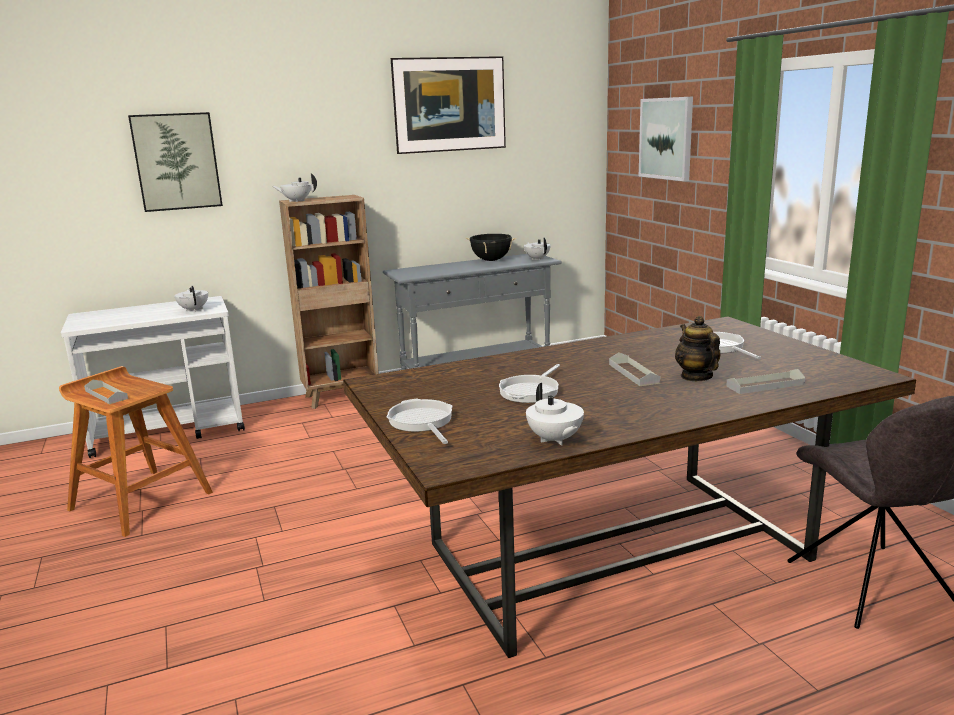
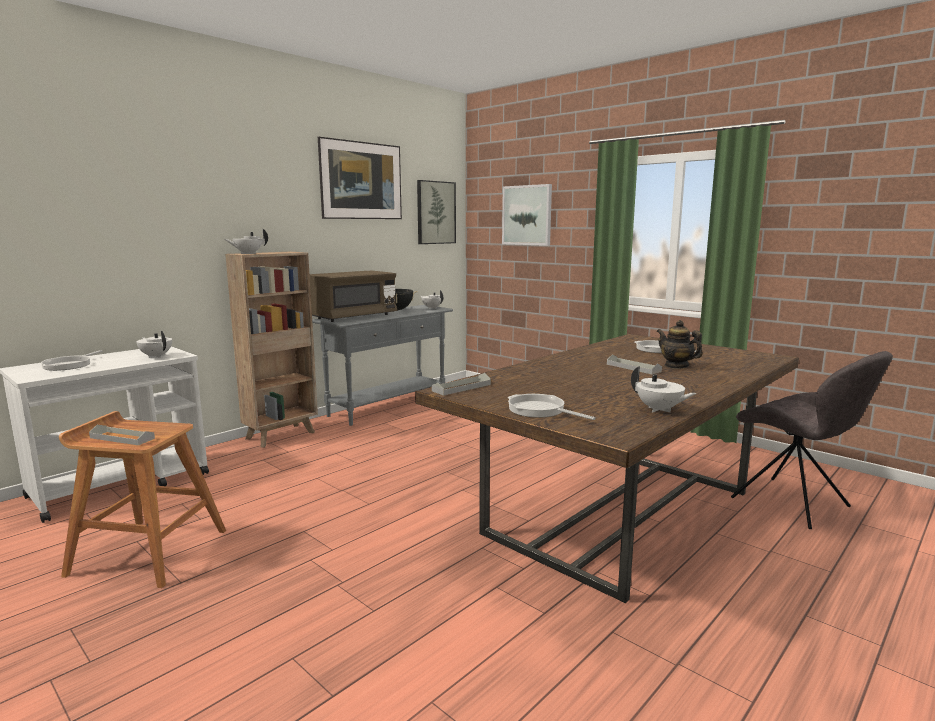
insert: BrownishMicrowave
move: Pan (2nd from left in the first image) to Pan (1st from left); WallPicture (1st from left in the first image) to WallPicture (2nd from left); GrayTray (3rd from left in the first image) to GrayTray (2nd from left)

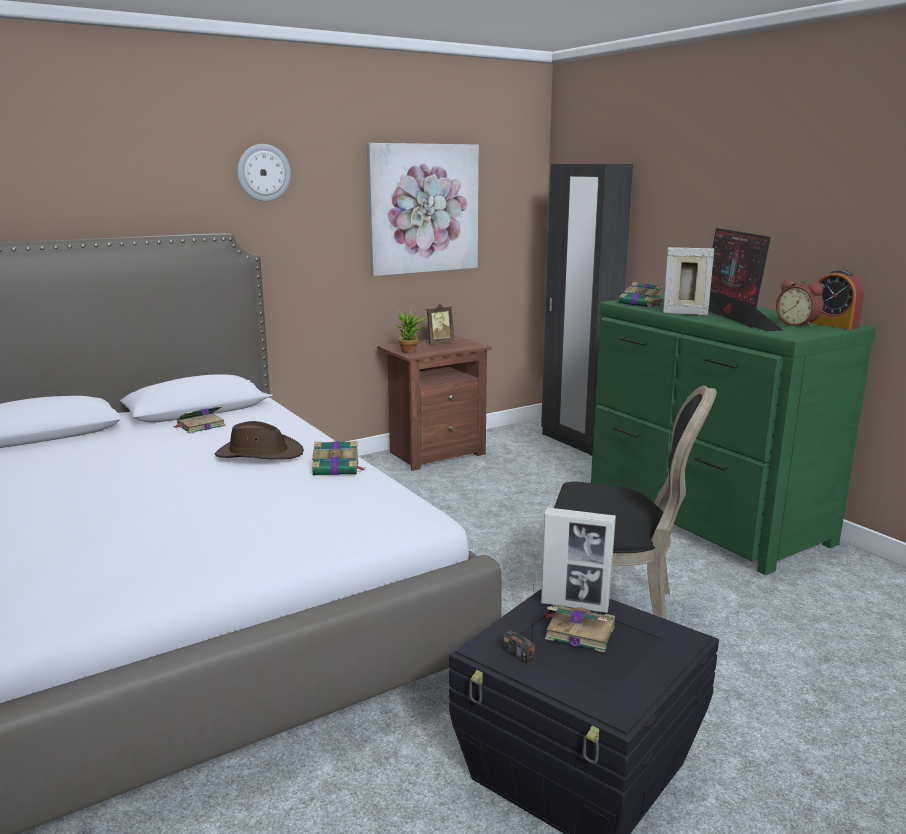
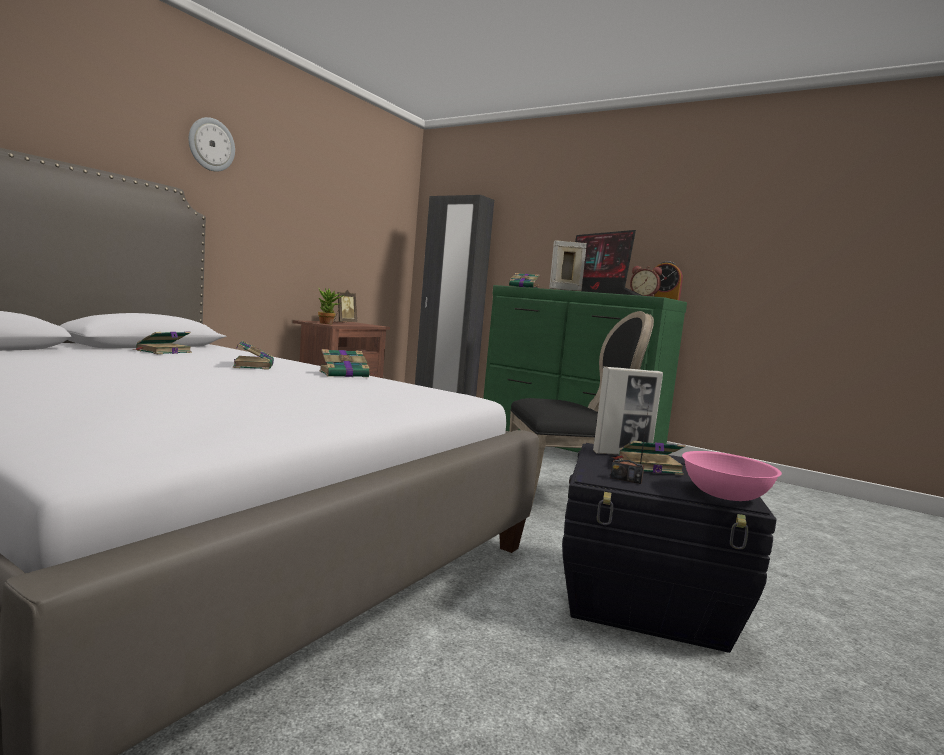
delete: WallPicture
insert: PinkServingBowl
replace: BrownishHat to BoundBook (2nd from left)

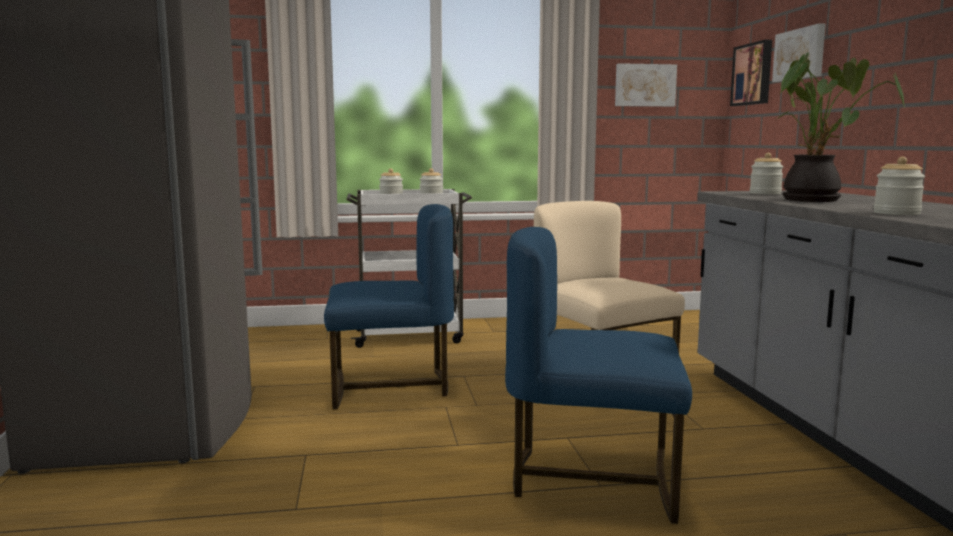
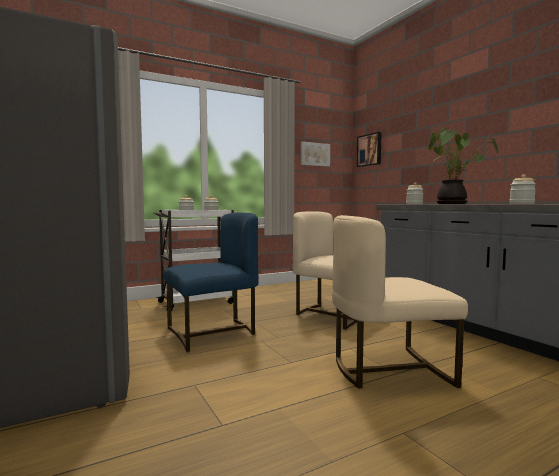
delete: WallPicture (3rd from left)
recolor: BlueUprightChair (2nd from left) to BeigeColouredUprightChair (2nd from left)

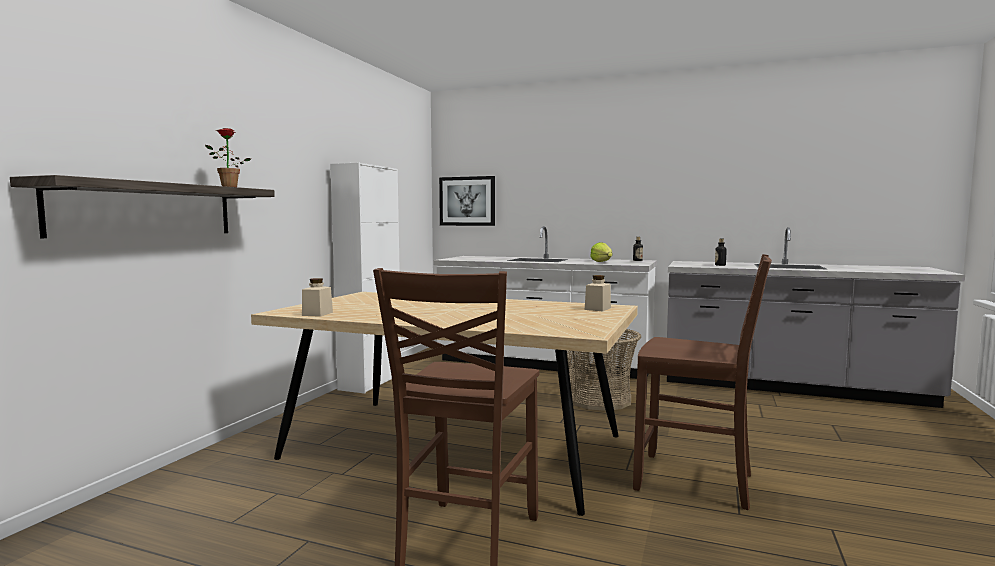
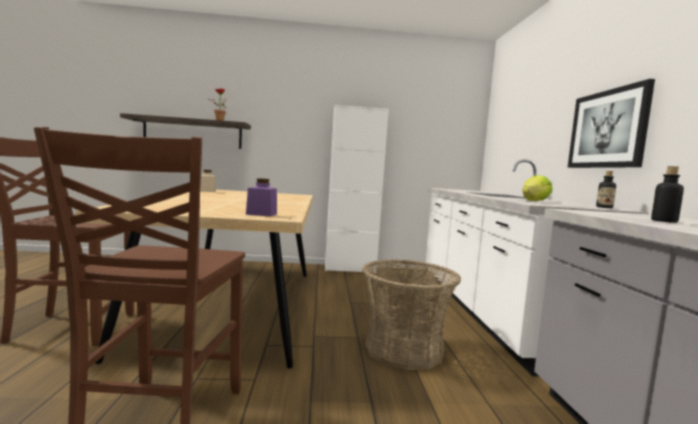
move: WallPicture
recolor: BeigeColouredPreserveJar (2nd from left) to PurpleColouredPreserveJar

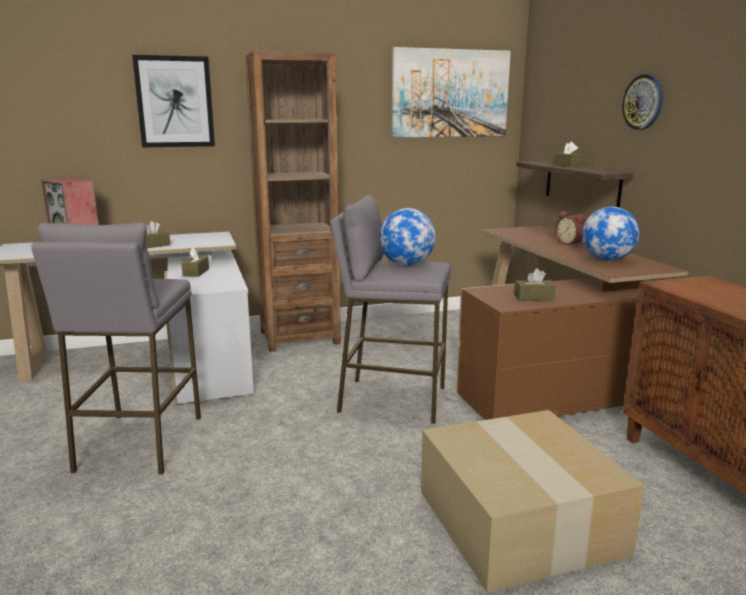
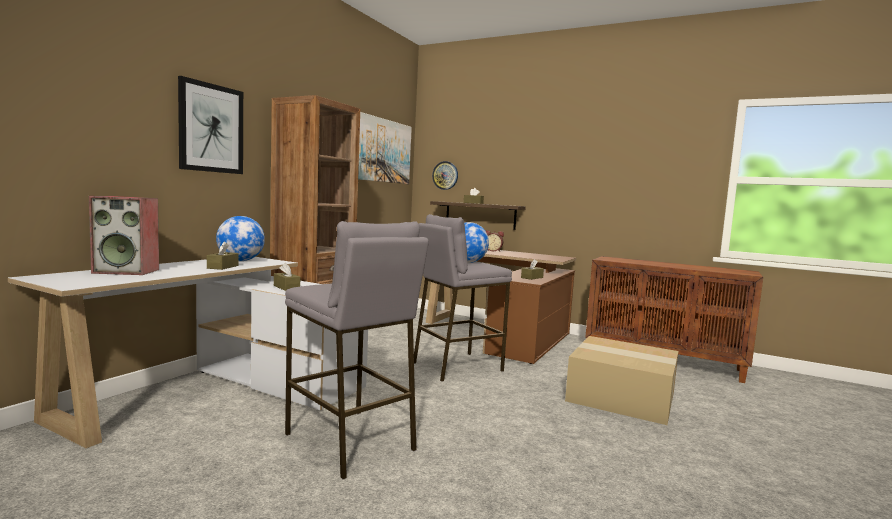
move: WorldGlobe (2nd from left in the first image) to WorldGlobe (1st from left); ClockOnTheWall

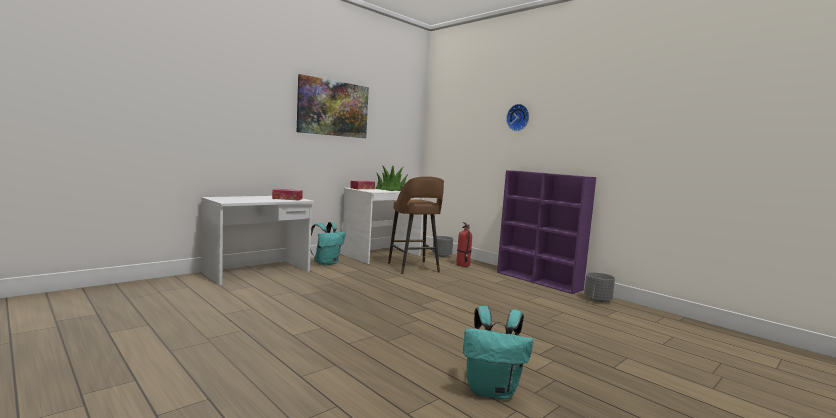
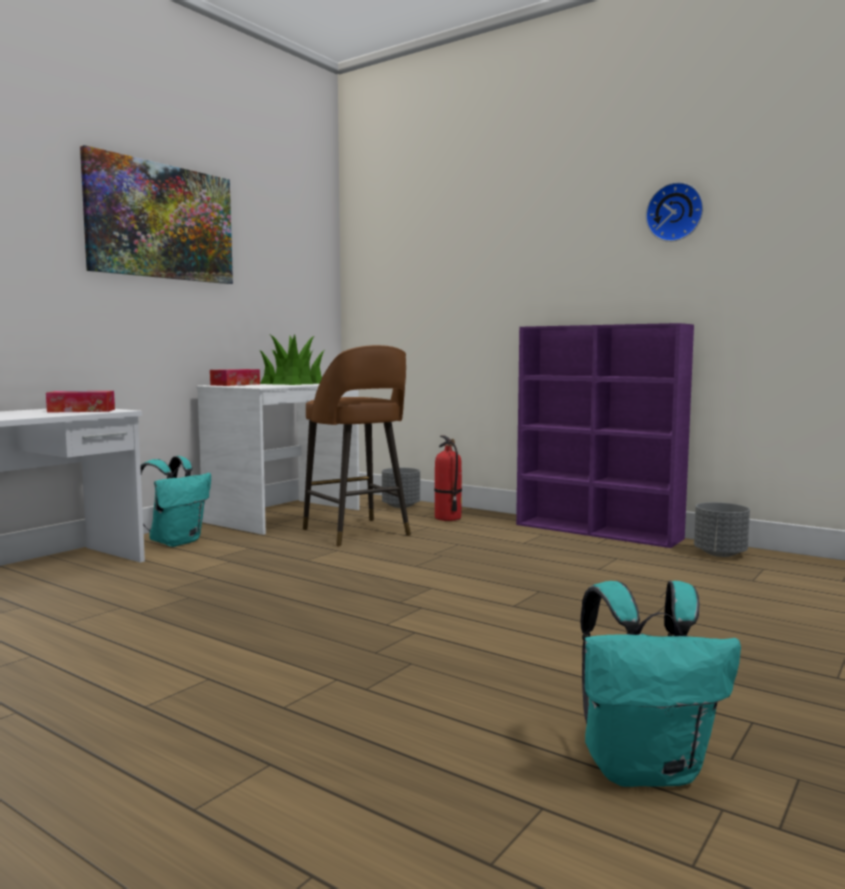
move: ClockOnTheWall

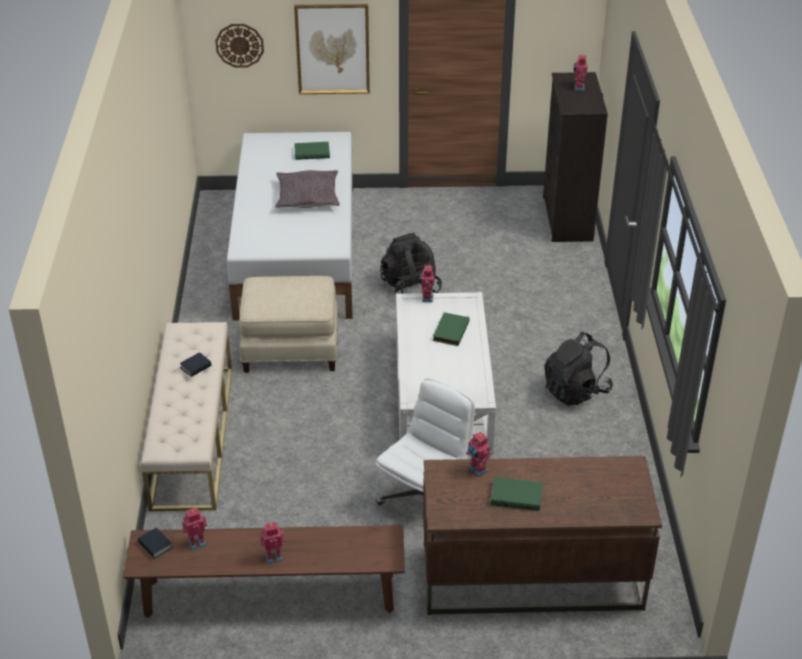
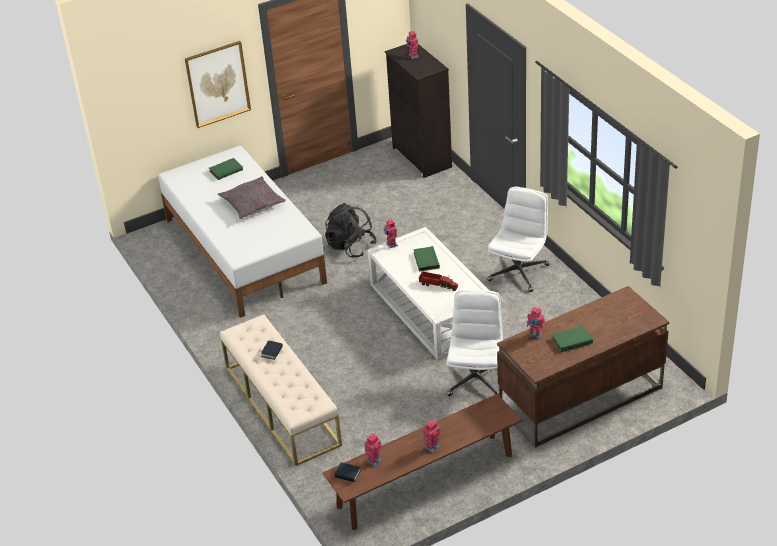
delete: ClockOnTheWall; BeigeColouredPouffe
insert: ModelTruck
replace: BlackishRucksack (2nd from left) to WhiteComputerChair (2nd from left)

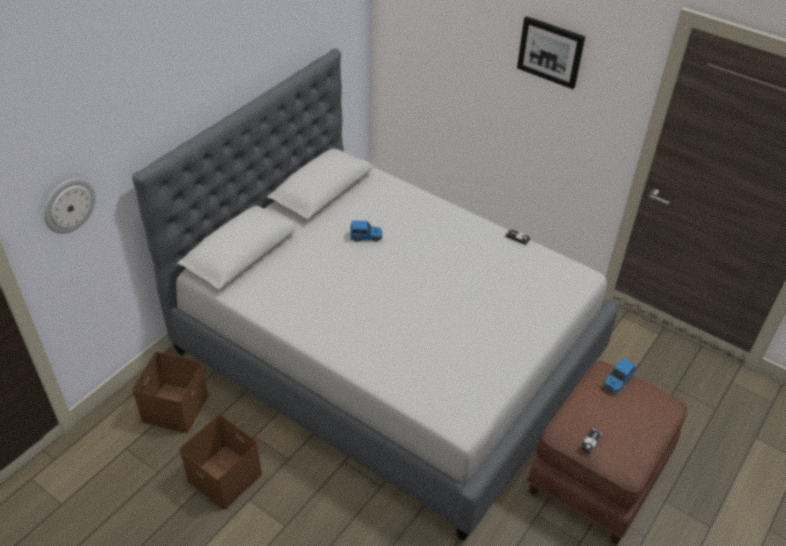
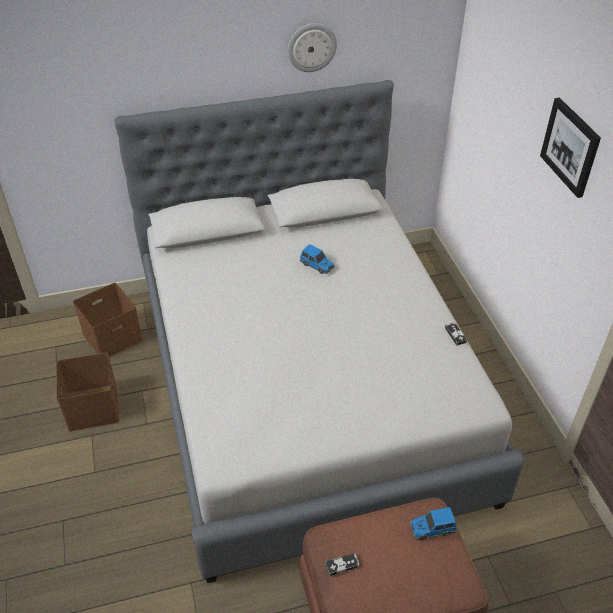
move: ClockOnTheWall

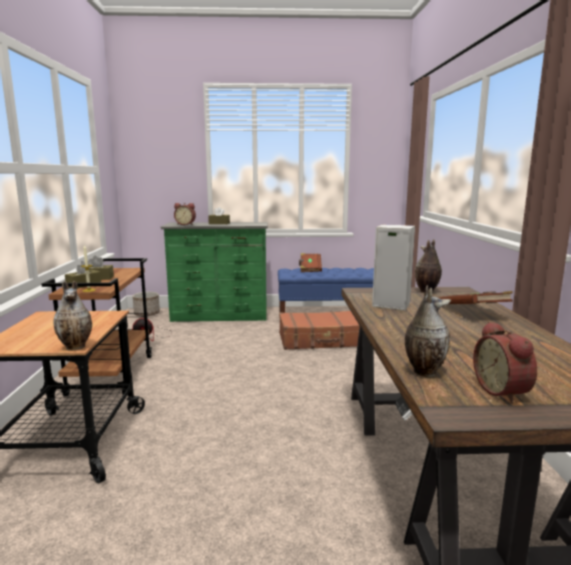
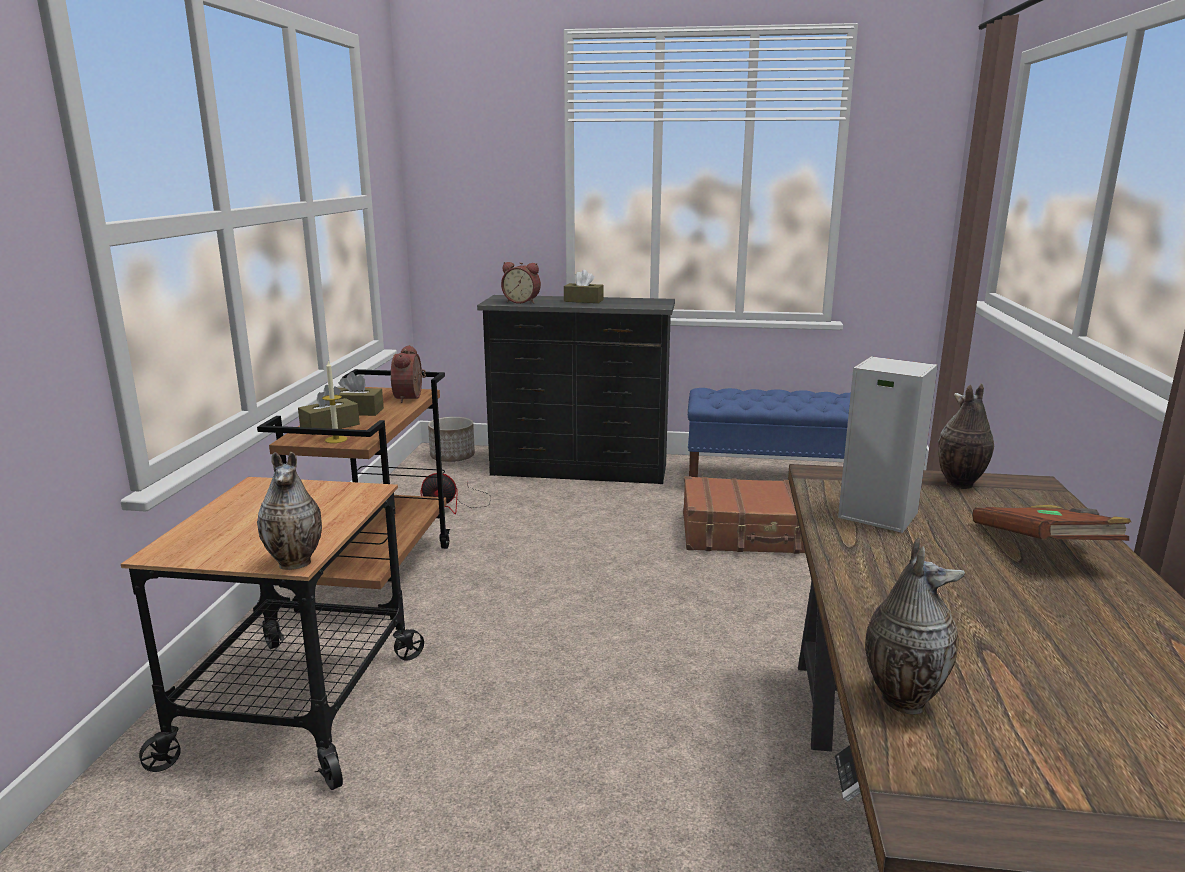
delete: BrownishBoundBook (1st from left)
move: TableClock (2nd from left in the first image) to TableClock (1st from left)
recolor: GreenColouredDrawerChest to BlackishDrawerChest

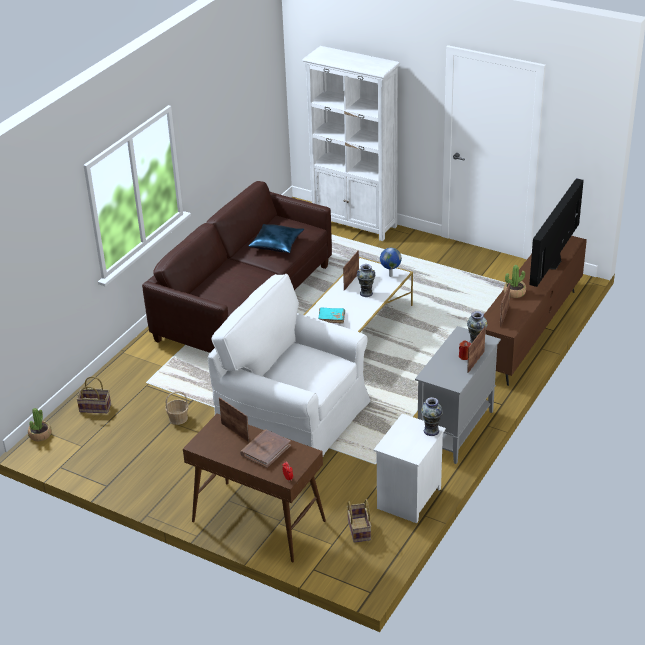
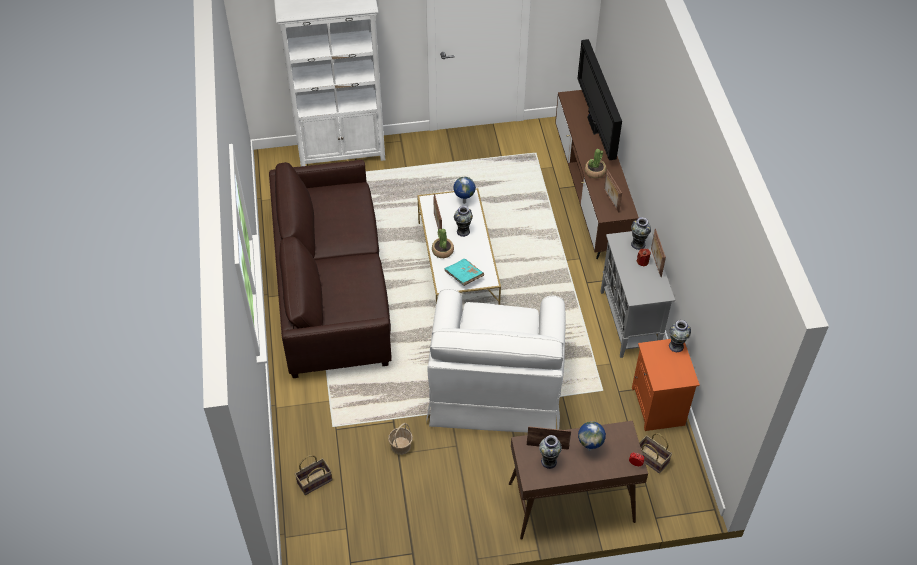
delete: BlueCushion
insert: Vase (2nd from left)
move: PottedPlant (1st from left)
replace: BrownishBoundBook to WorldGlobe (2nd from left)
recolor: WhiteBedsideTable to OrangeColouredBedsideTable
rotate: WhiteEasyChair 75 degrees counterclockwise

